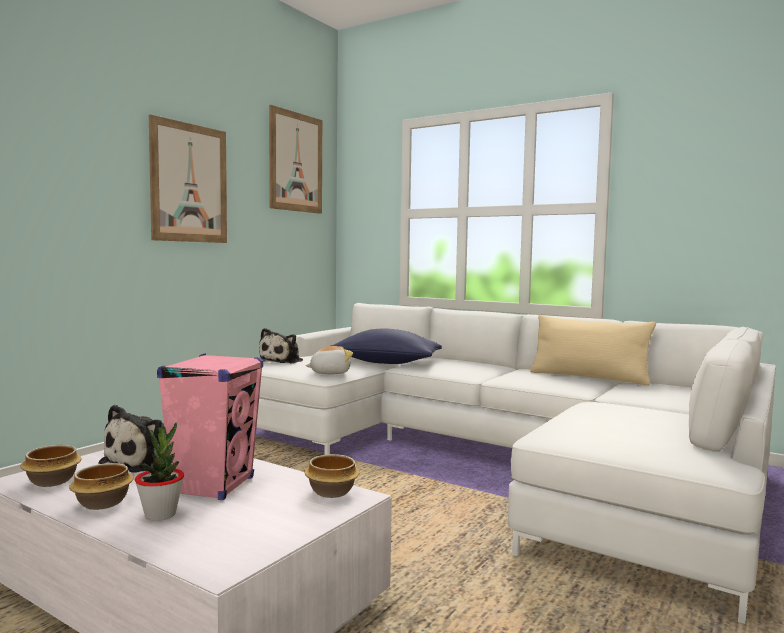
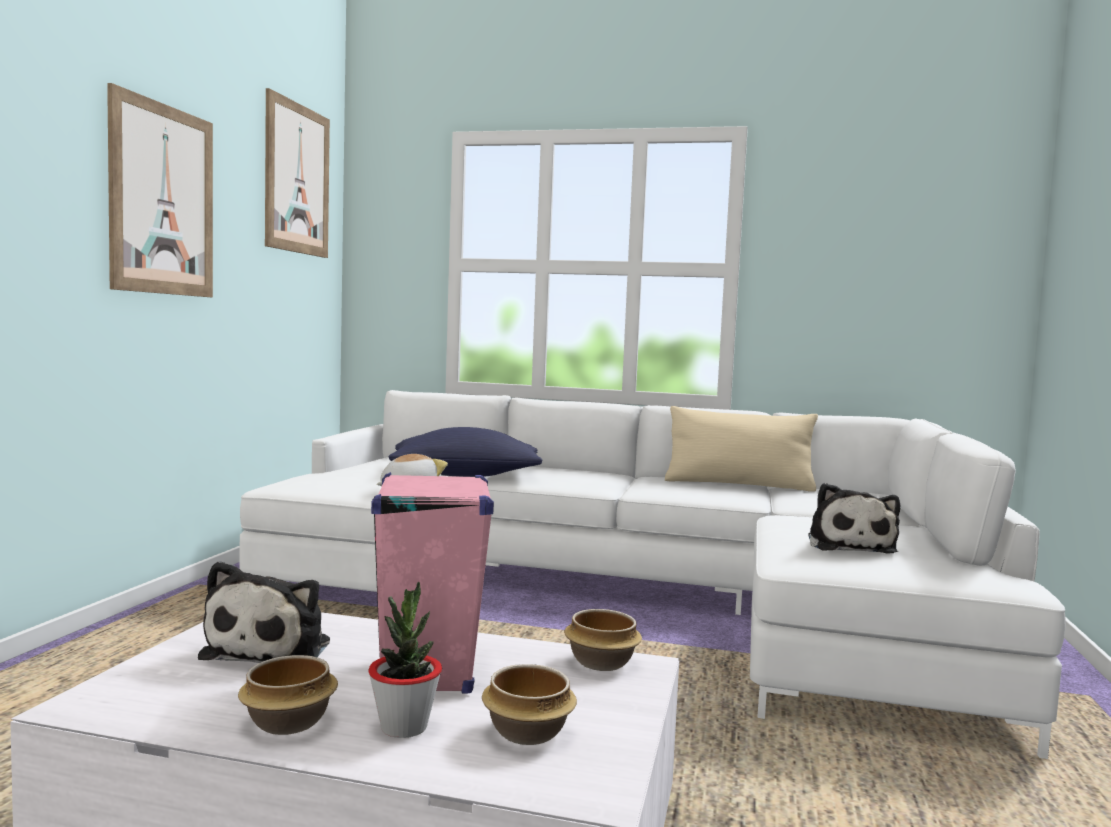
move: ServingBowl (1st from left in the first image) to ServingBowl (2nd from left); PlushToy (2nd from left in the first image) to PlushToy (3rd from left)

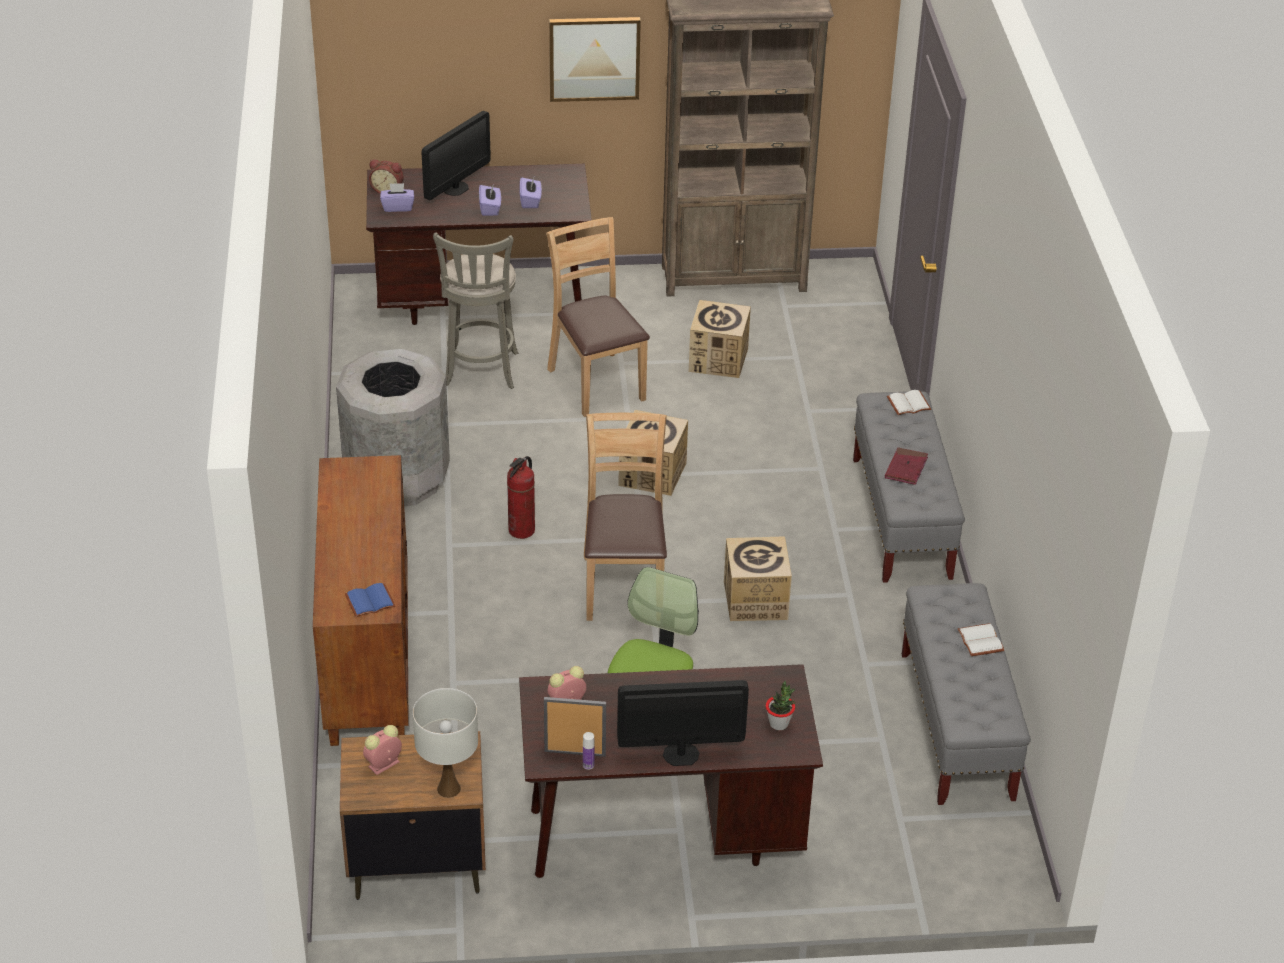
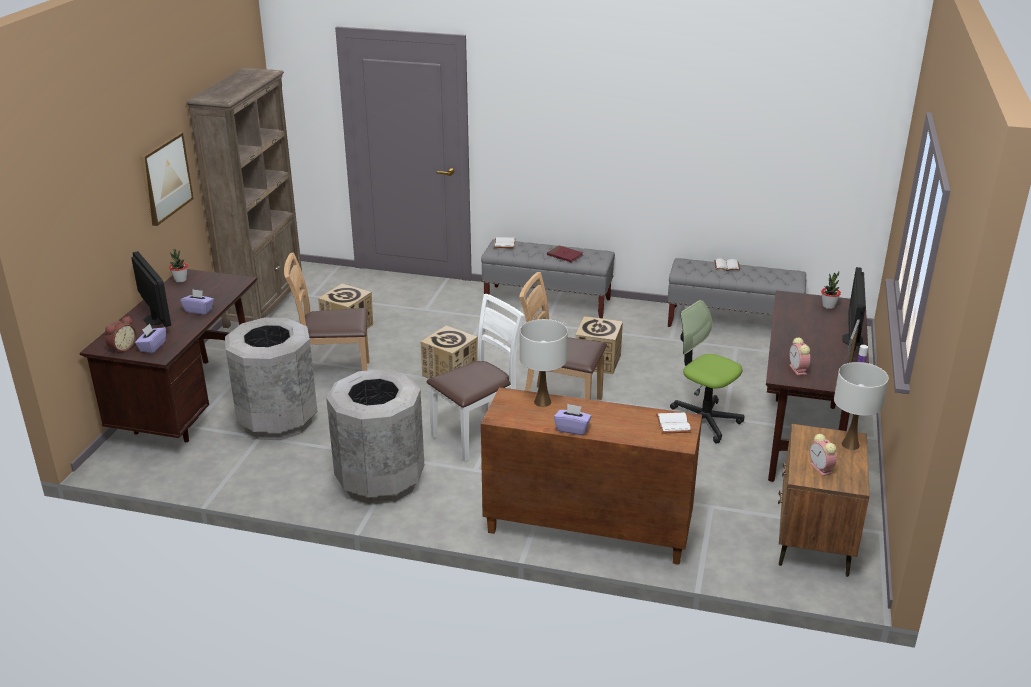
insert: PottedPlant (1st from left); WhiteTableLamp (1st from left)
move: PurpleColouredTissueHolder (3rd from left)
replace: GrayStoolSeat to GrayWasteBin (1st from left); FireFightingCylinder to WhiteUprightChair
recolor: BlueBoundBook to WhiteBoundBook (2nd from left)

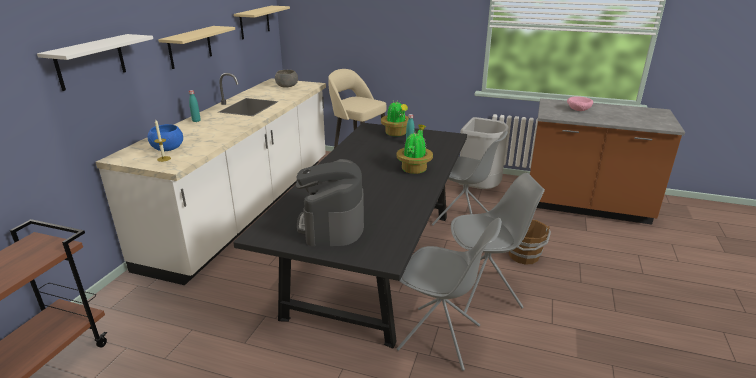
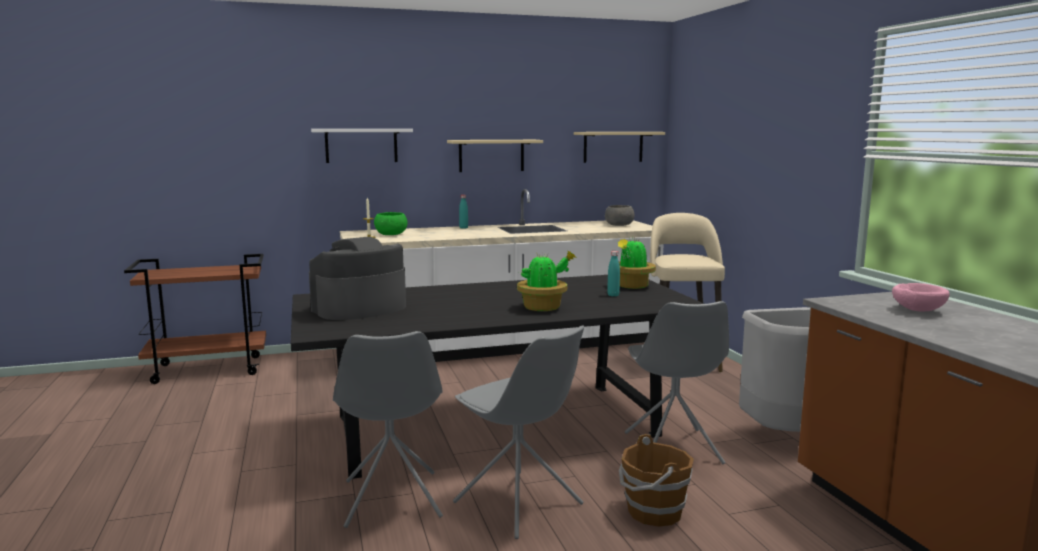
recolor: BlueServingBowl to GreenColouredServingBowl

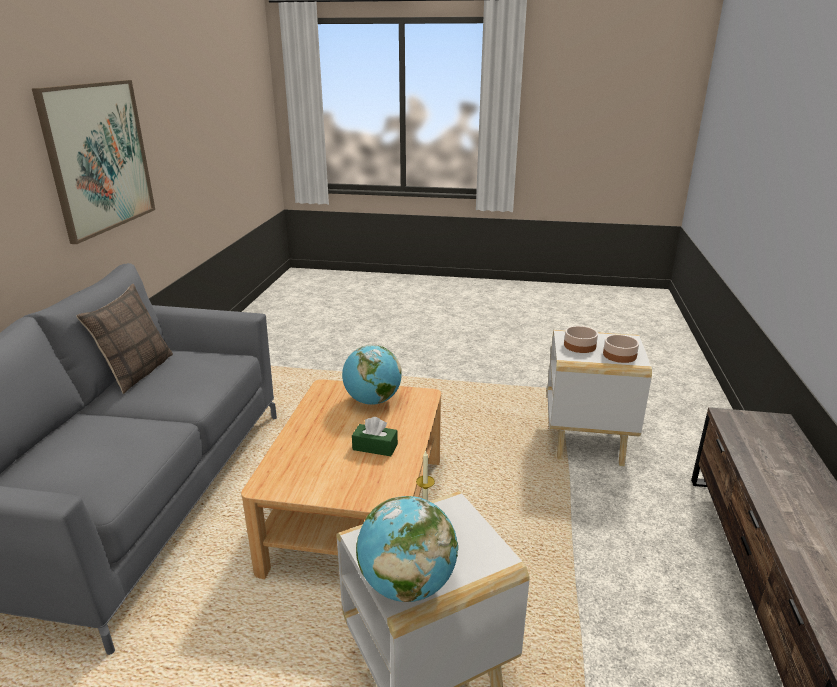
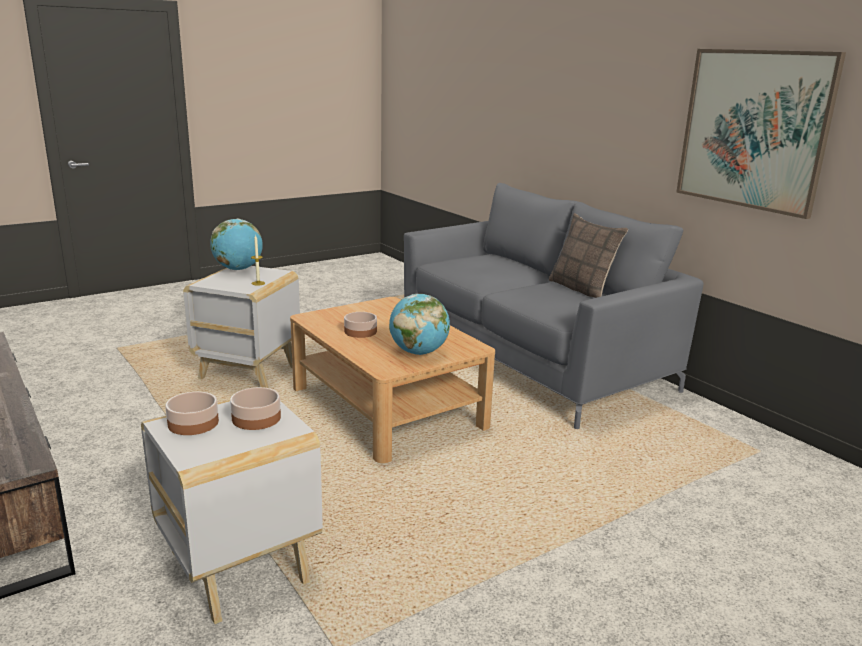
replace: GreenColouredTissueHolder to ServingBowl (3rd from left)

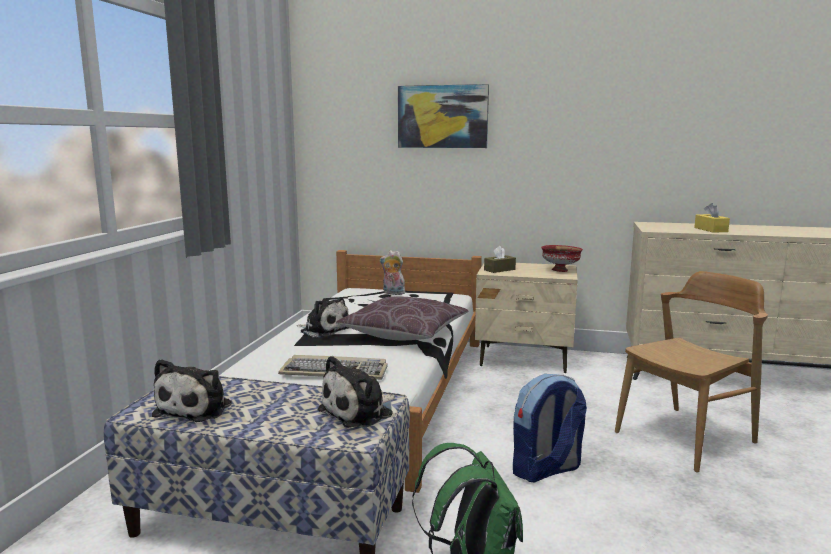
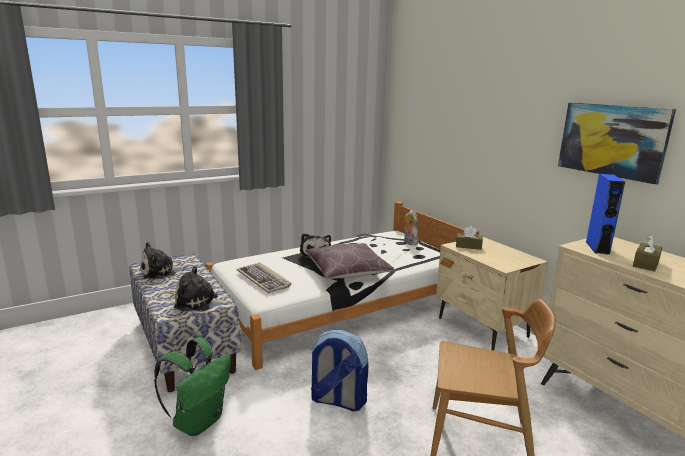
delete: RedServingBowl
insert: BlueLoudspeaker
move: WallPicture
recolor: YellowColouredTissueHolder to BrownishTissueHolder (2nd from left)

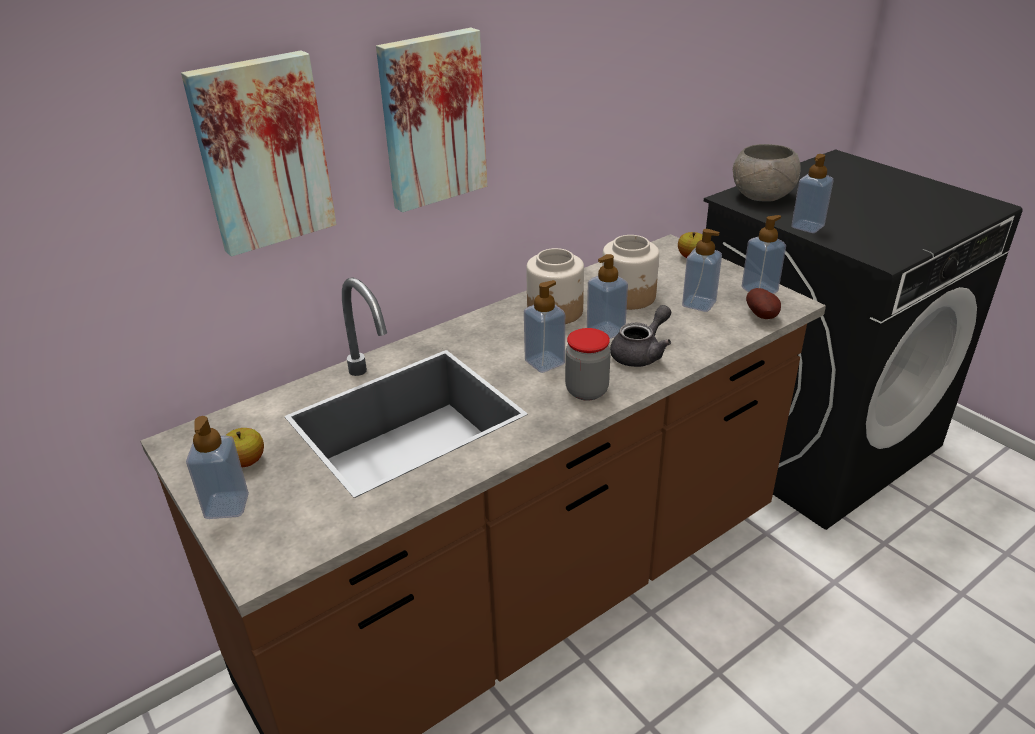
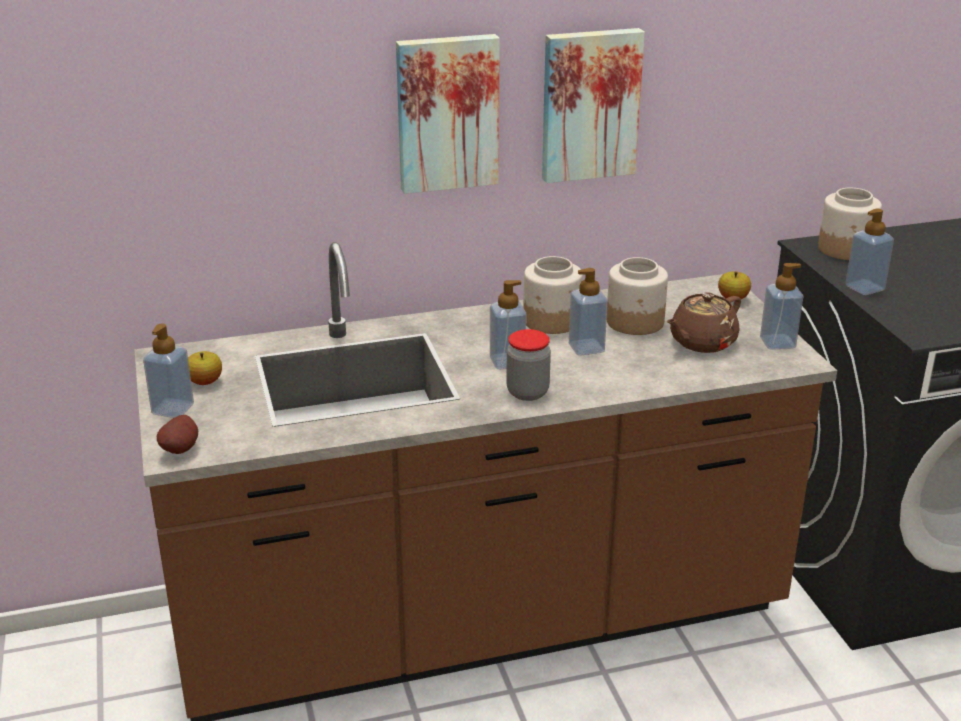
delete: GrayPotForTea
move: WholePotato; WallPicture (1st from left in the first image) to WallPicture (2nd from left)
replace: LiquidSoapBottle (4th from left) to BrownishPotForTea; GrayServingBowl to PreserveJar (4th from left)

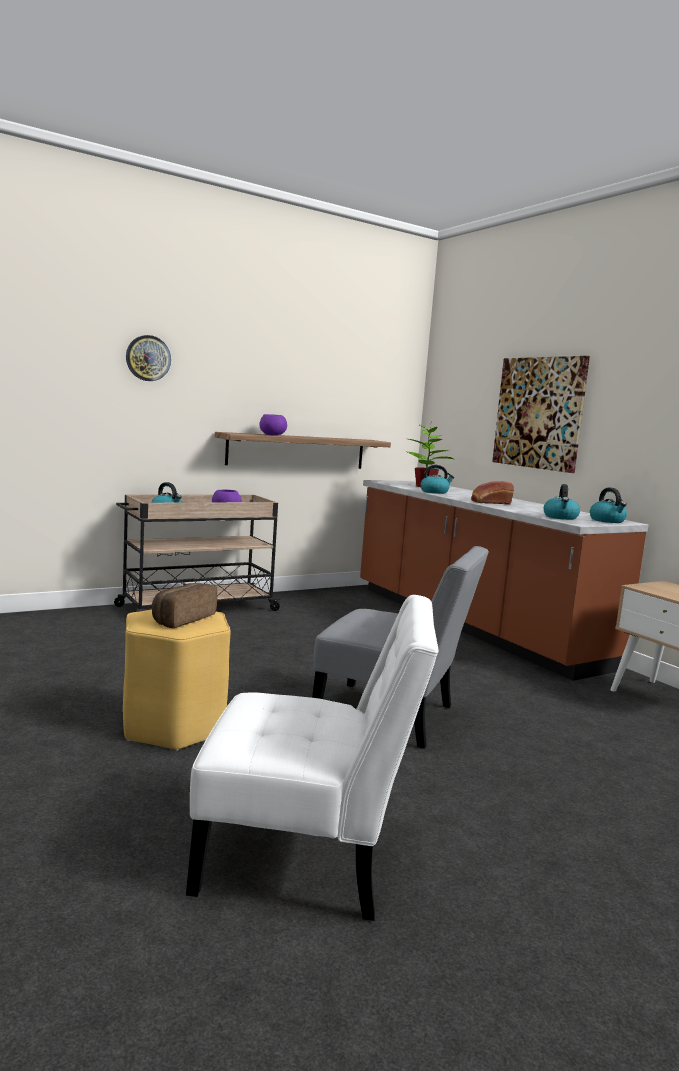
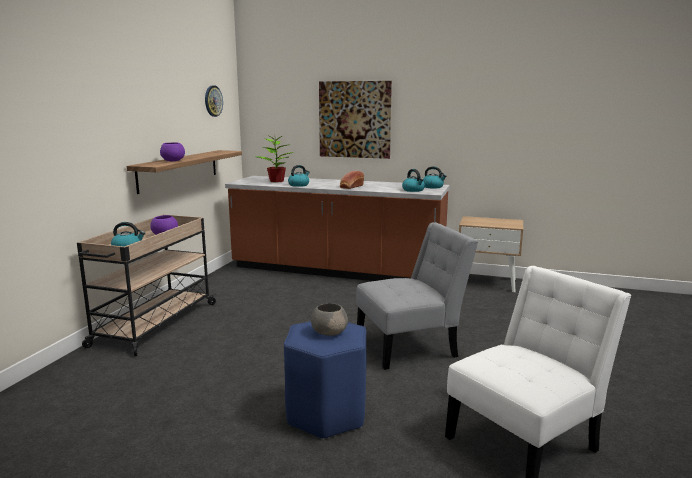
move: ClockOnTheWall
replace: Bread (1st from left) to GrayServingBowl
recolor: YellowColouredStoolSeat to BlueStoolSeat

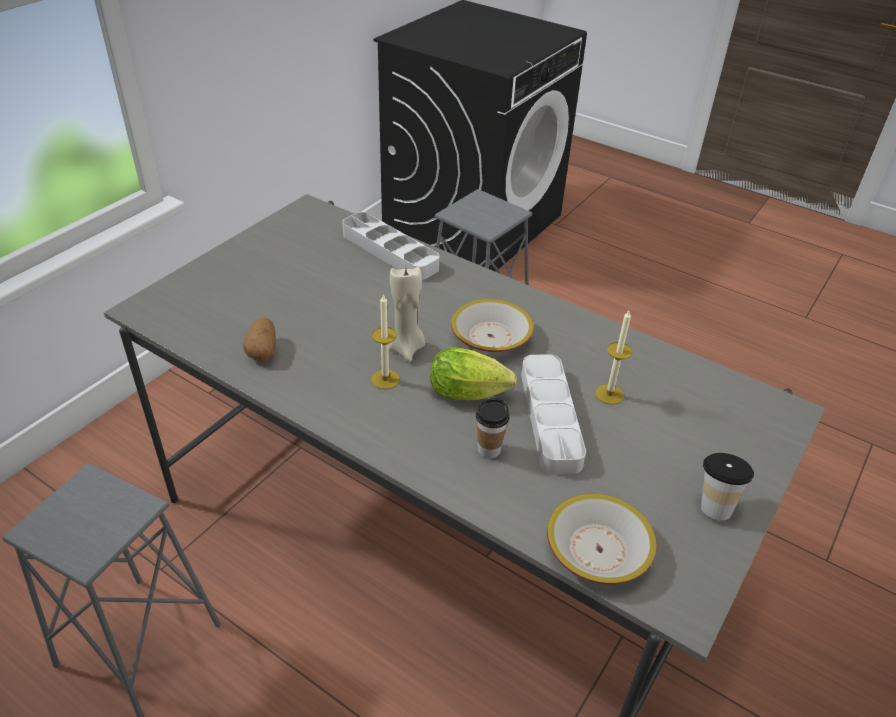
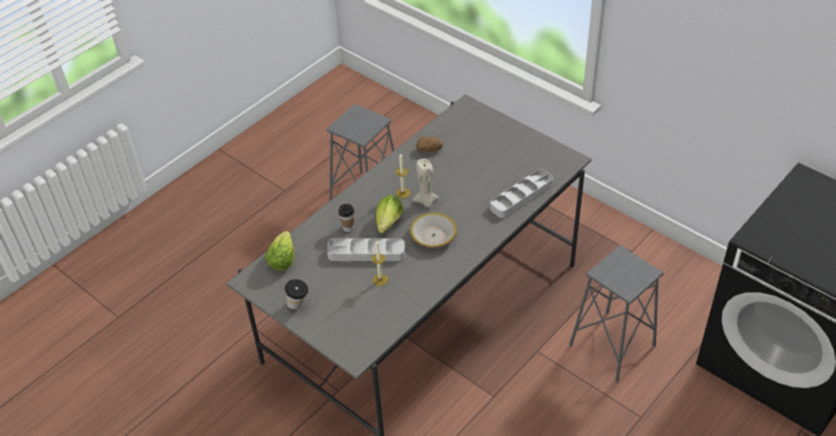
replace: ServingBowl (2nd from left) to HeadOfLettuce (1st from left)

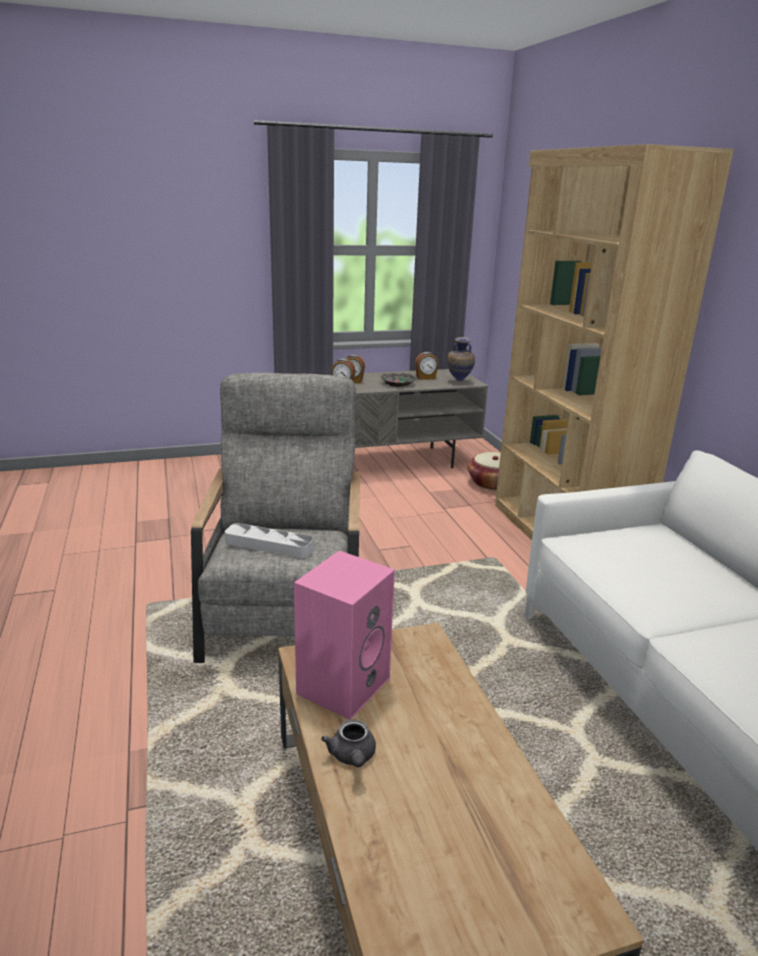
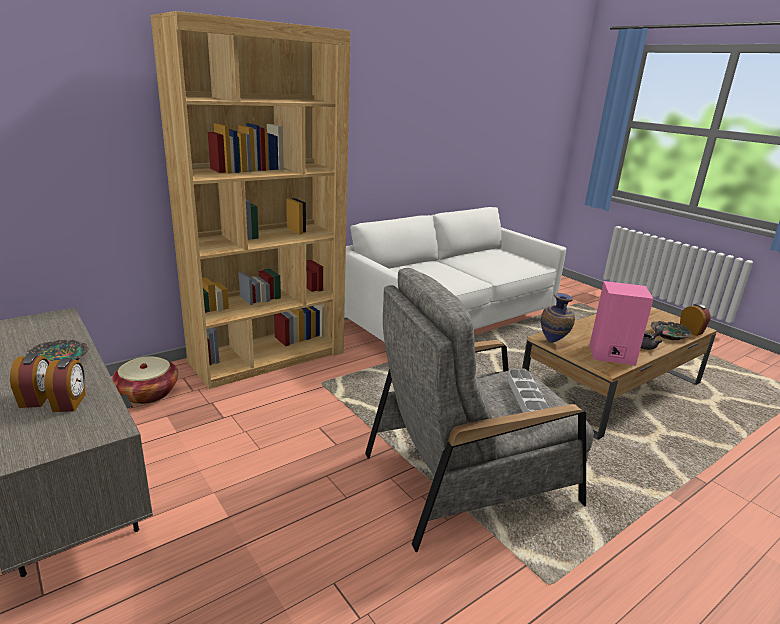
insert: ServingBowl (2nd from left)
move: Vase; TableClock (3rd from left)

